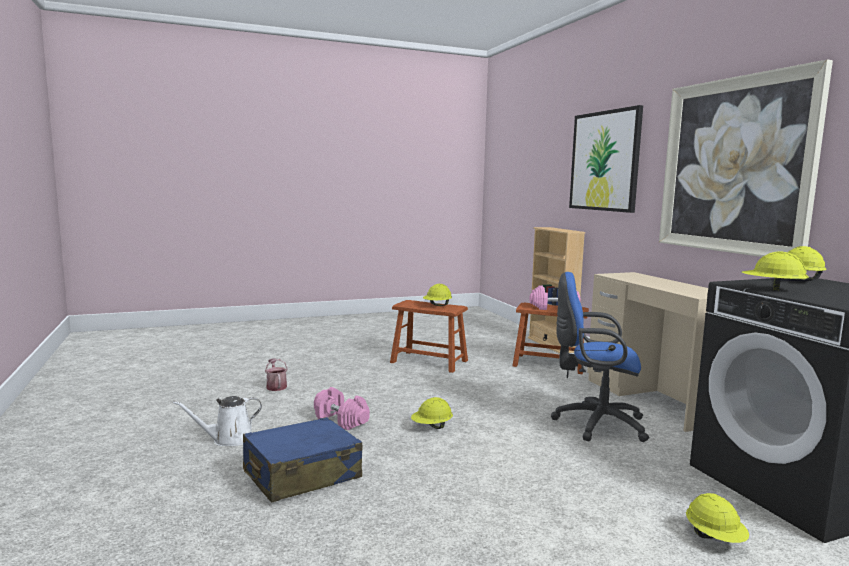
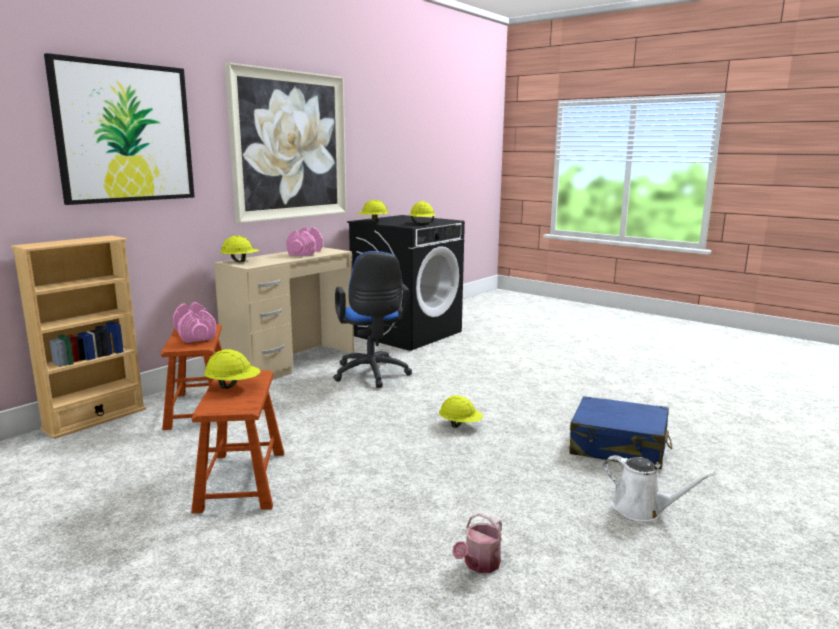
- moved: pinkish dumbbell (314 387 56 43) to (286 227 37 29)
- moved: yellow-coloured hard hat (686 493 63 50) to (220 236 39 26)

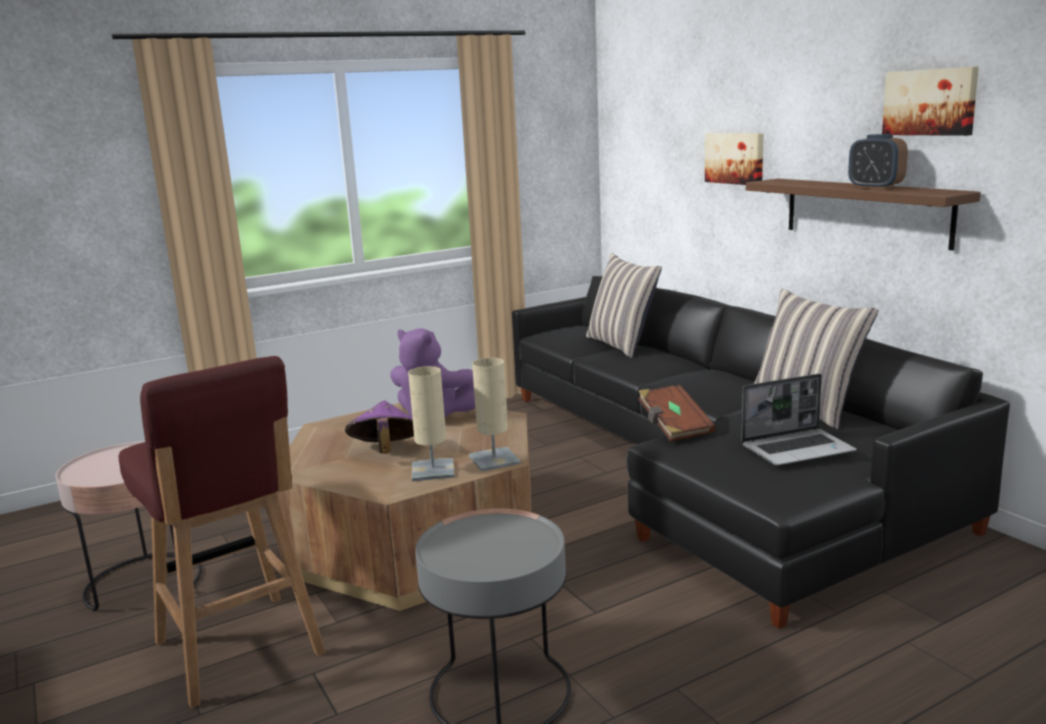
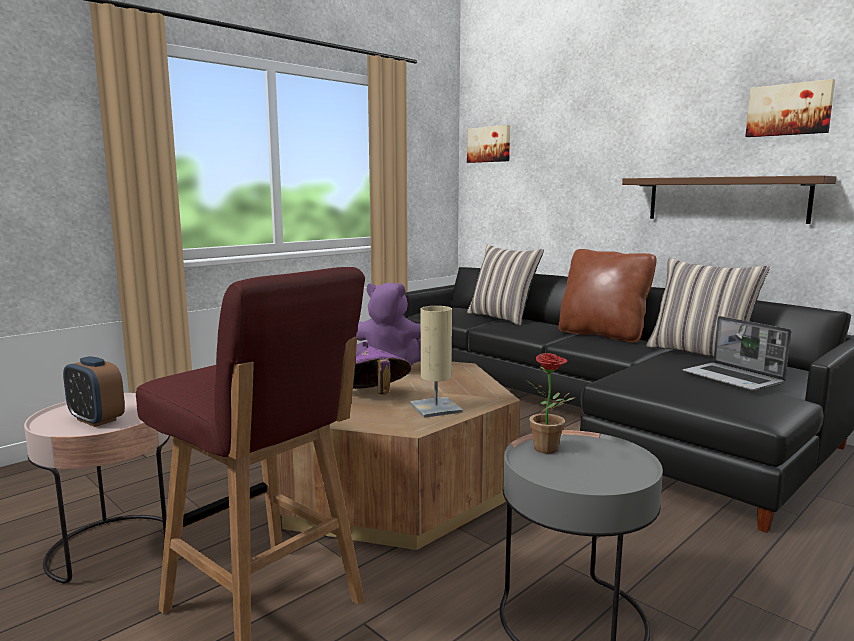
- removed: sand-coloured lamp for a table (469 358 52 113)
- removed: brown-coloured volume (638 384 78 58)
- moved: picture (705 133 59 52) to (467 125 43 38)
- turned: notebook computer (741 374 116 91) = (683 316 108 75) 90 degrees clockwise
- moved: table clock (848 134 60 56) to (63 356 62 71)
- added: potted plant (526 353 49 101)
- added: brown-coloured pillow (559 249 98 94)

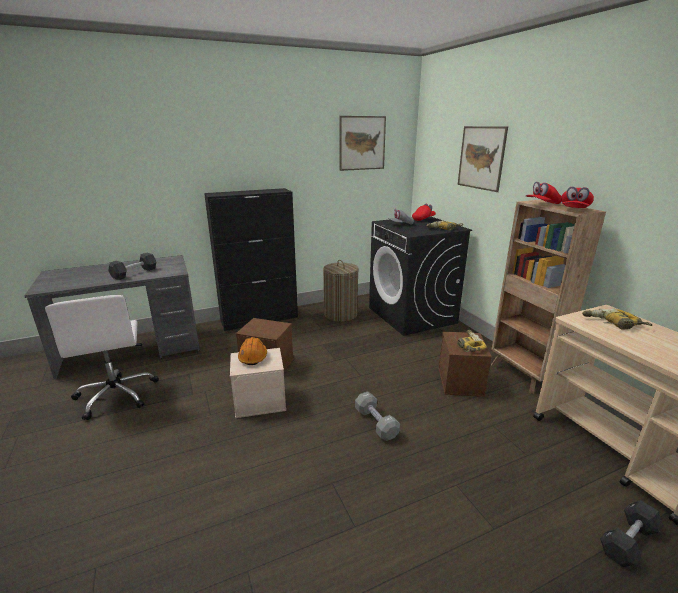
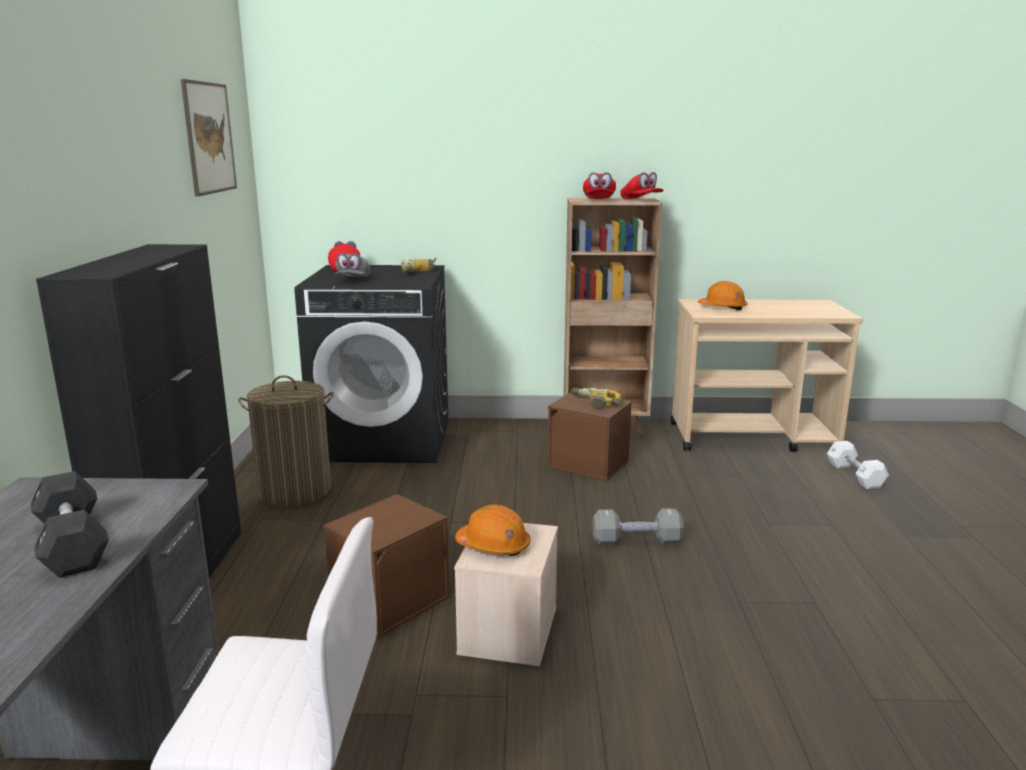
- removed: picture (458 126 50 66)
- replaced: drill (582 309 70 21) to orange hard hat (698 281 49 30)
- recoloured: blackish dumbbell (600 500 63 67) to white-coloured dumbbell (827 441 62 48)

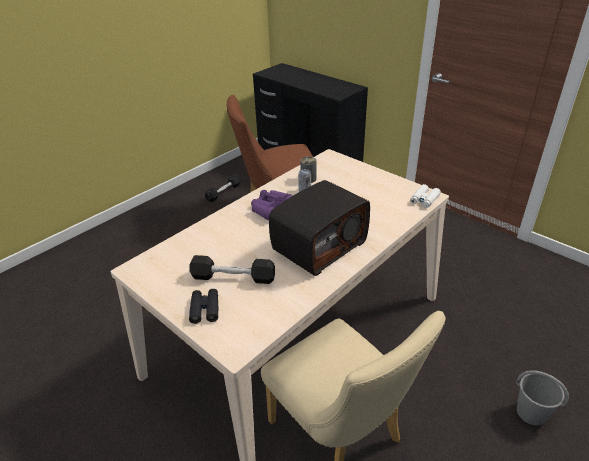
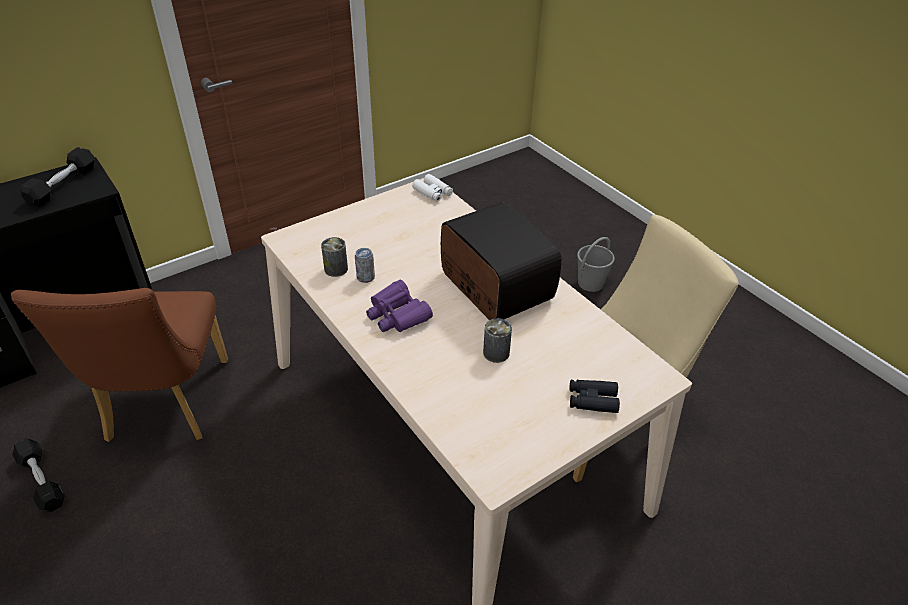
- moved: blackish dumbbell (190 255 85 29) to (21 147 74 60)
- added: sealed can (483 318 29 45)

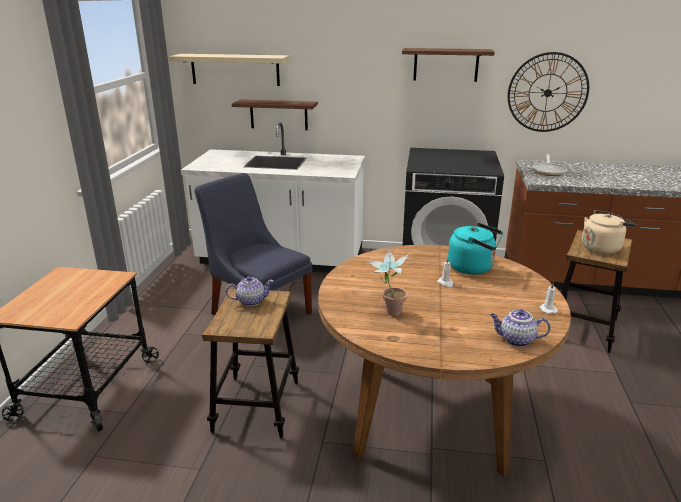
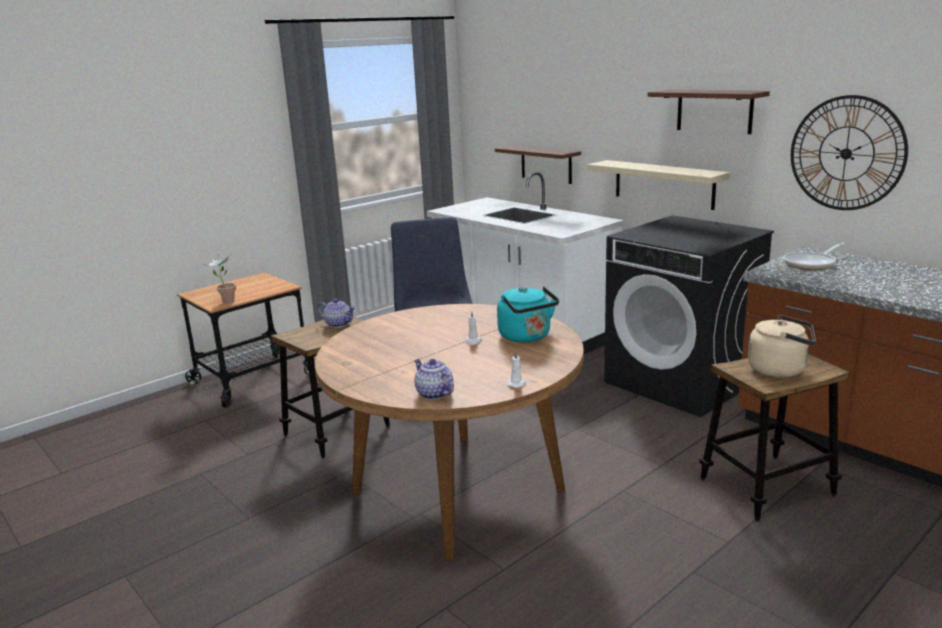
- moved: sand-coloured shelf (169 54 120 32) to (587 160 143 50)
- moved: potted plant (367 250 41 66) to (202 254 34 50)

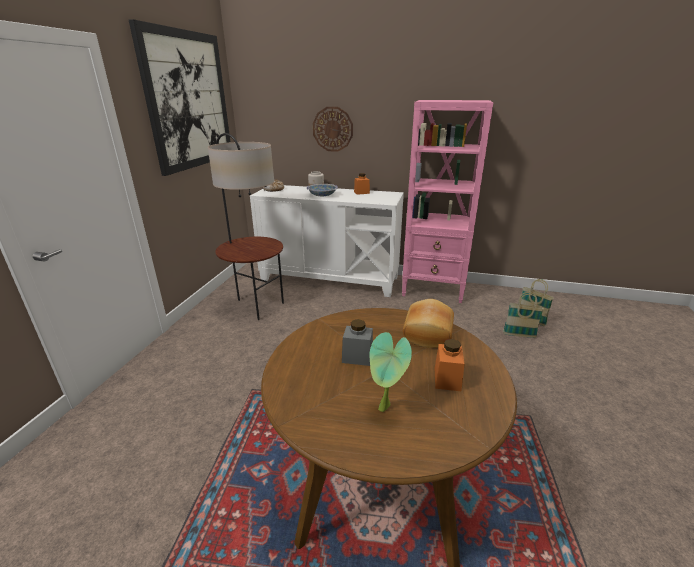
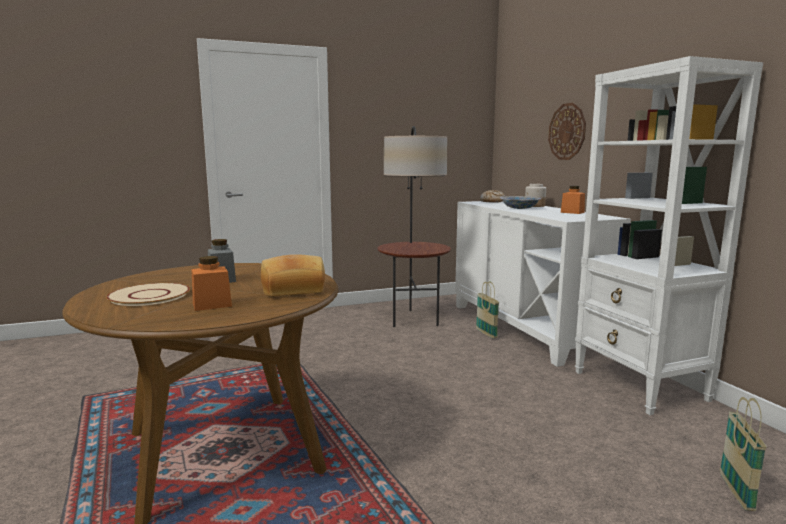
- removed: picture (129 19 101 157)
- replaced: potted plant (369 332 43 80) to sand-coloured dinner plate (106 283 84 23)
- recoloured: pinkish bookshelf (402 100 92 203) to white-coloured bookshelf (575 56 188 359)
- moved: basket (503 292 41 46) to (476 281 23 57)

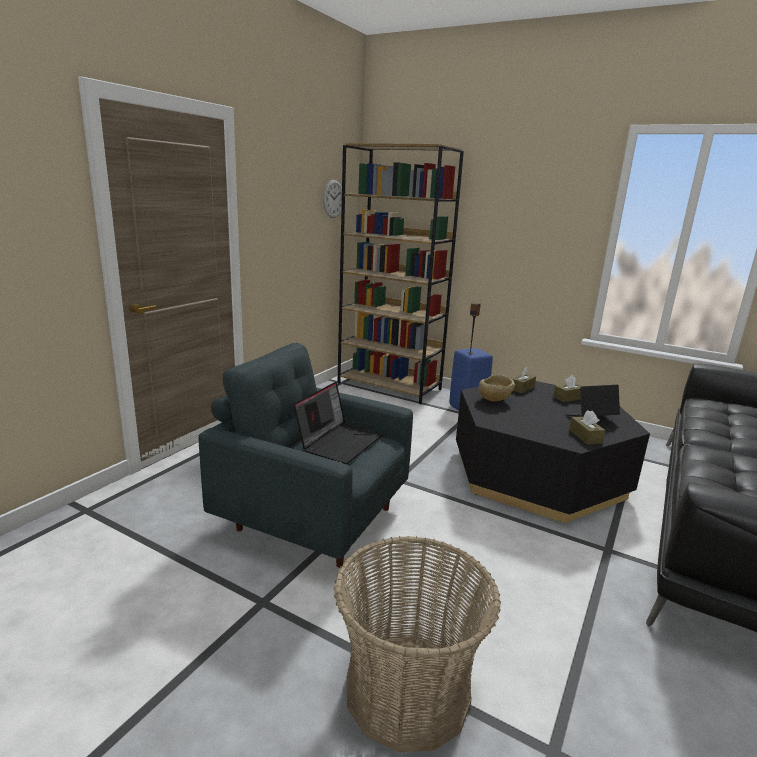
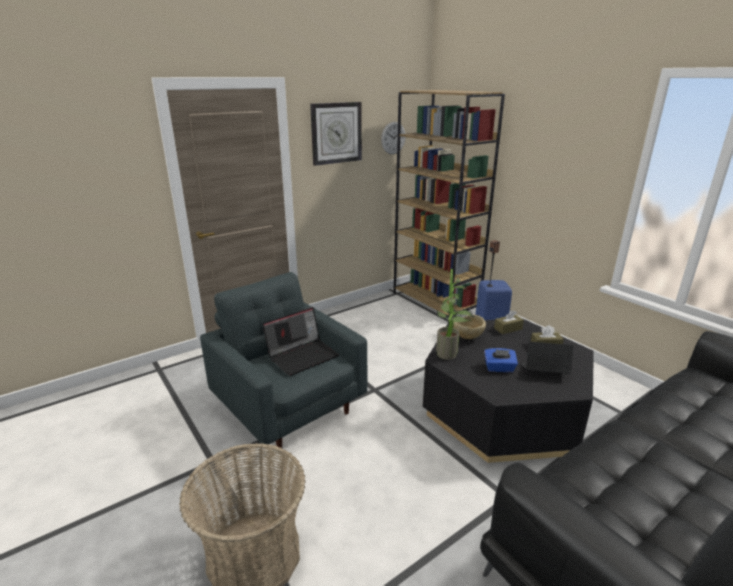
- removed: brown-coloured tissue box (569 410 36 34)
- added: wall clock (310 102 52 64)
- added: potted plant (436 269 39 91)
- added: bluish tissue box (484 348 34 24)

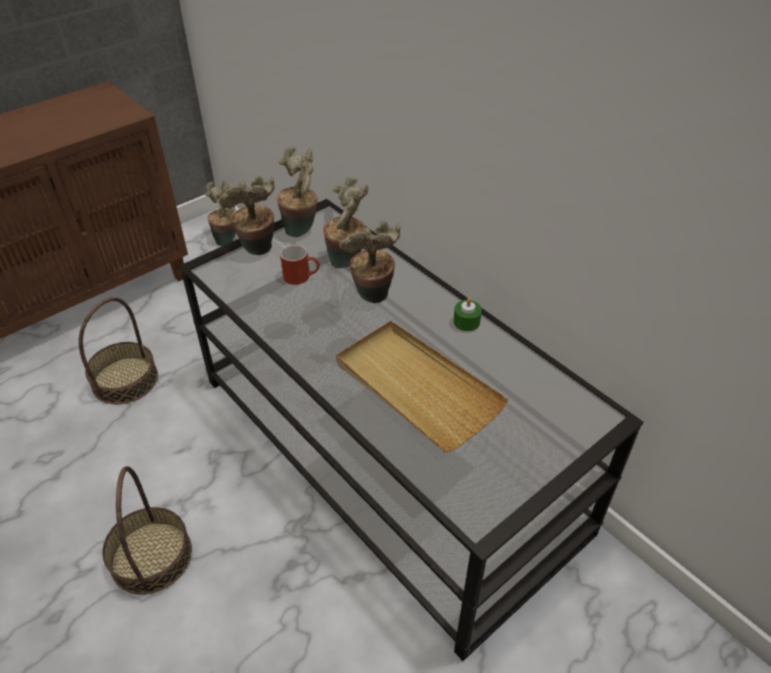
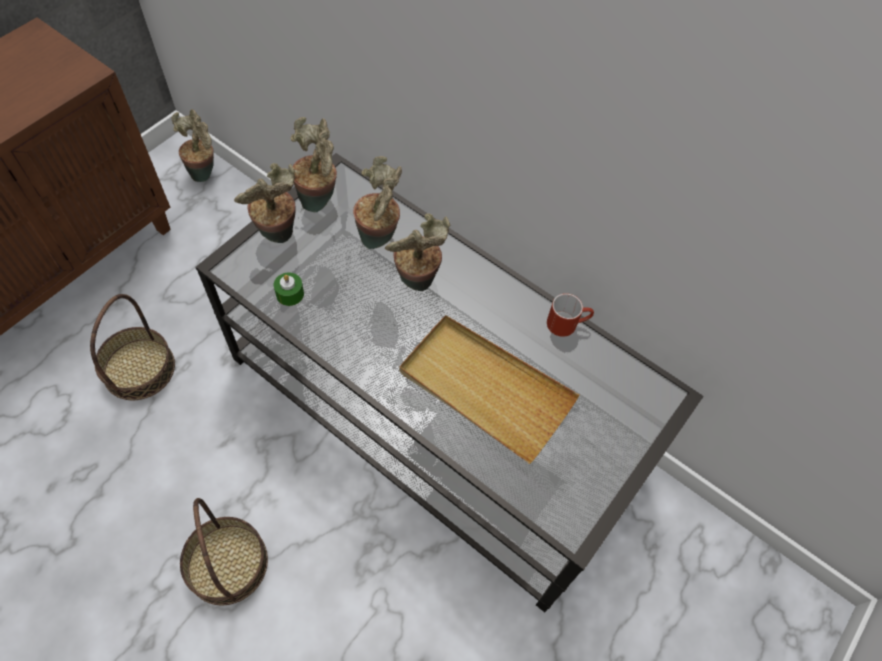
- moved: red coffee mug (280 244 40 41) to (547 293 47 44)
- moved: green wax candle (453 298 29 33) to (274 272 30 34)

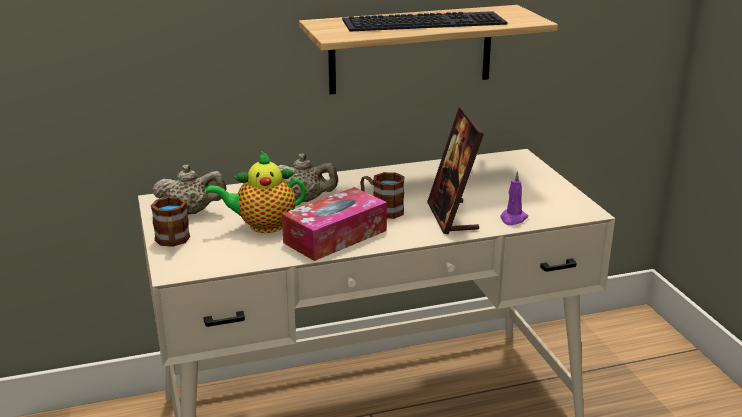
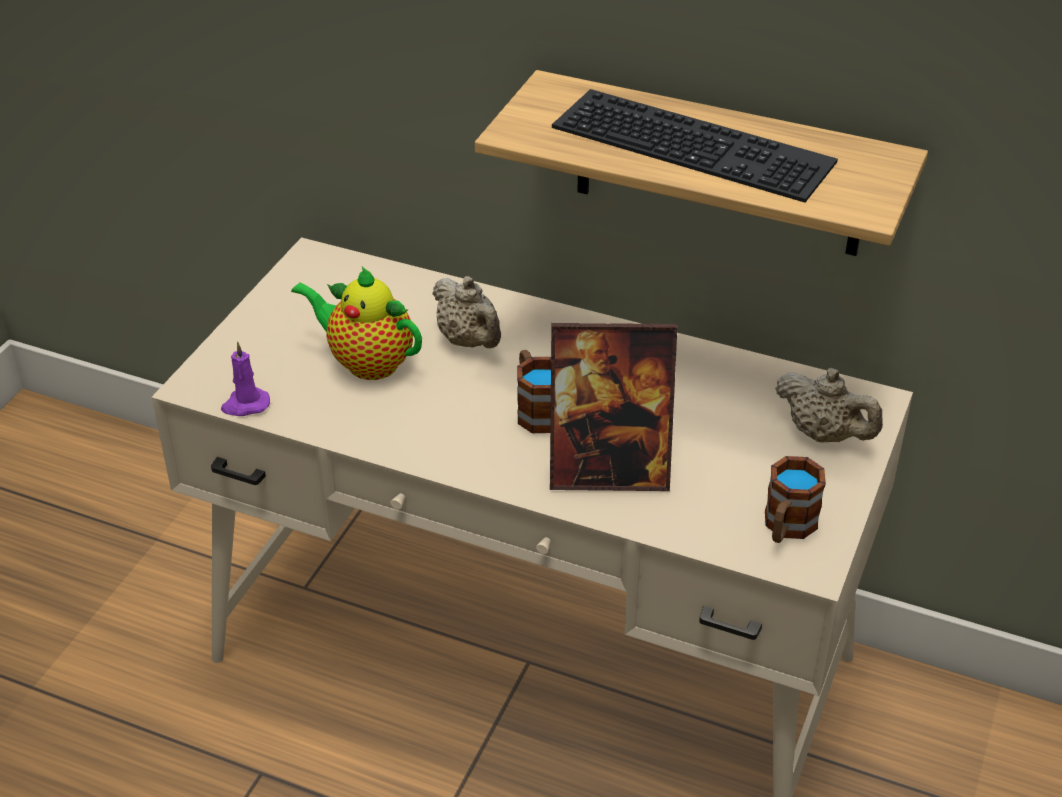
- moved: coffee mug (151 197 39 50) to (765 456 61 87)
- moved: sand-coloured teapot (153 164 74 51) to (775 368 108 75)
- removed: tissue box (282 187 105 74)
- turned: photo frame (427 107 57 128) = (550 323 127 168) 120 degrees counterclockwise
- moved: purplish wax candle (500 171 28 54) to (221 342 49 74)

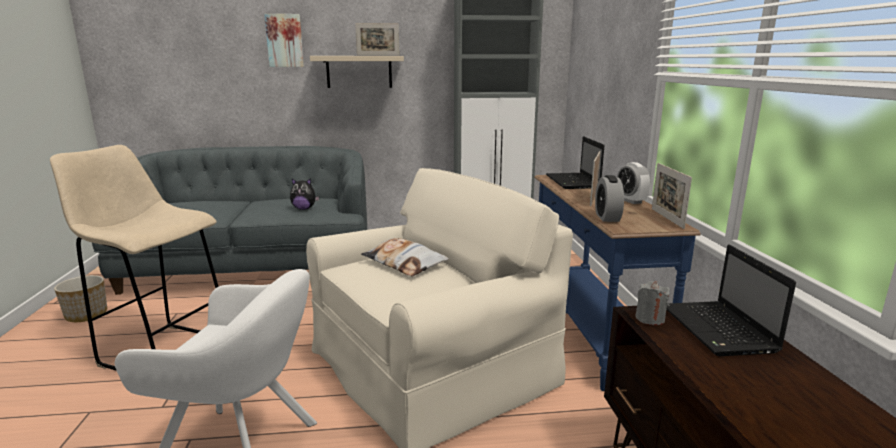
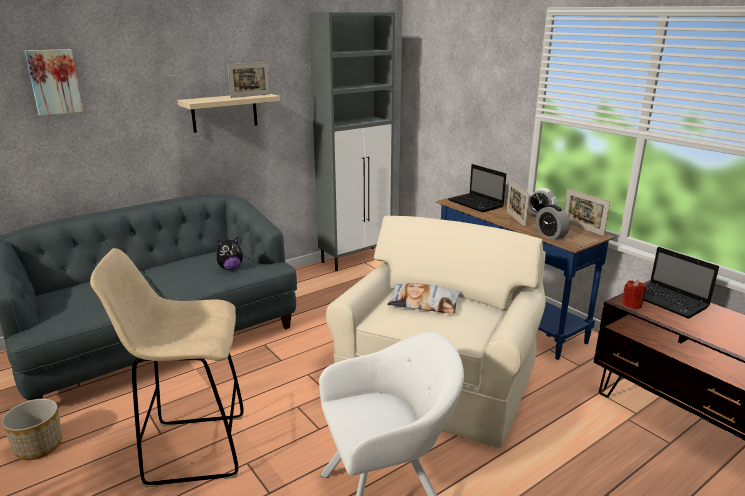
- moved: picture (264 14 40 53) to (25 49 58 67)
- recoloured: greyish wax candle (635 281 35 44) to red wax candle (622 280 25 29)

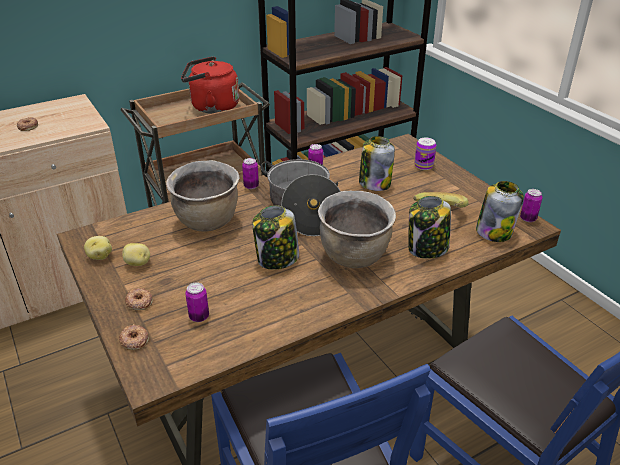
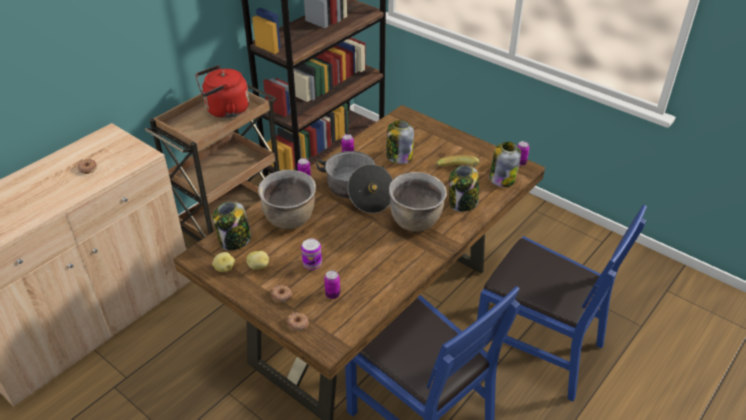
- moved: preserve jar (252 205 47 65) to (213 202 39 49)
- moved: sealed can (415 138 21 32) to (301 239 21 31)

